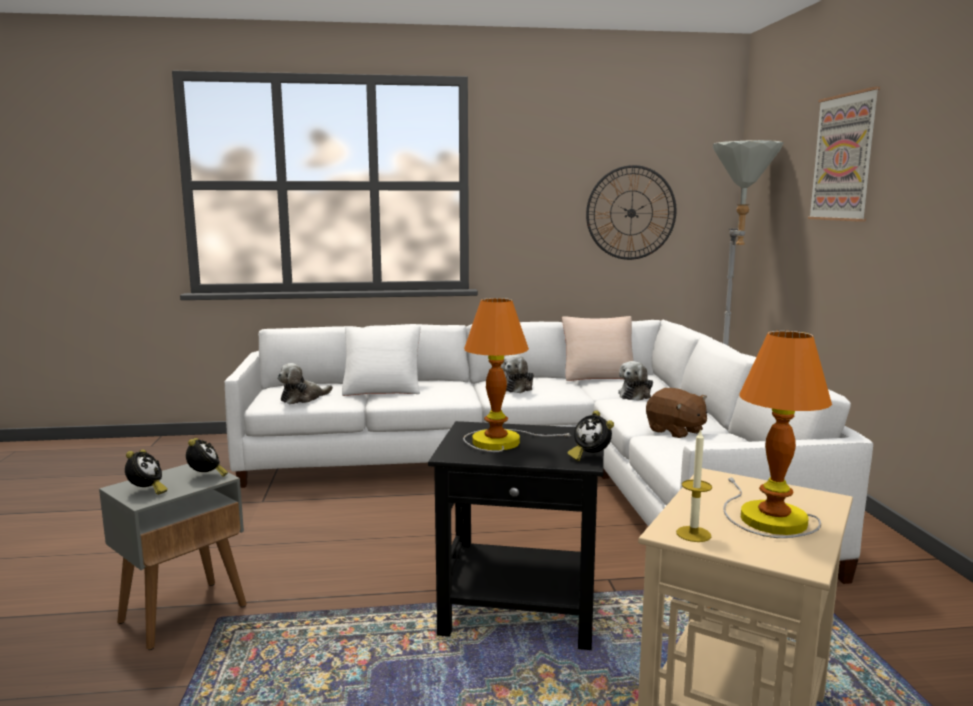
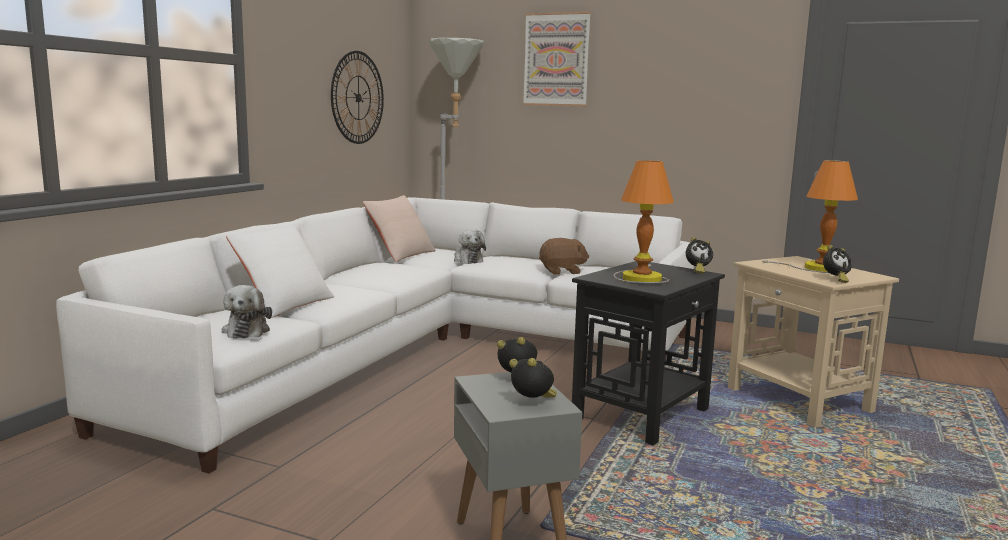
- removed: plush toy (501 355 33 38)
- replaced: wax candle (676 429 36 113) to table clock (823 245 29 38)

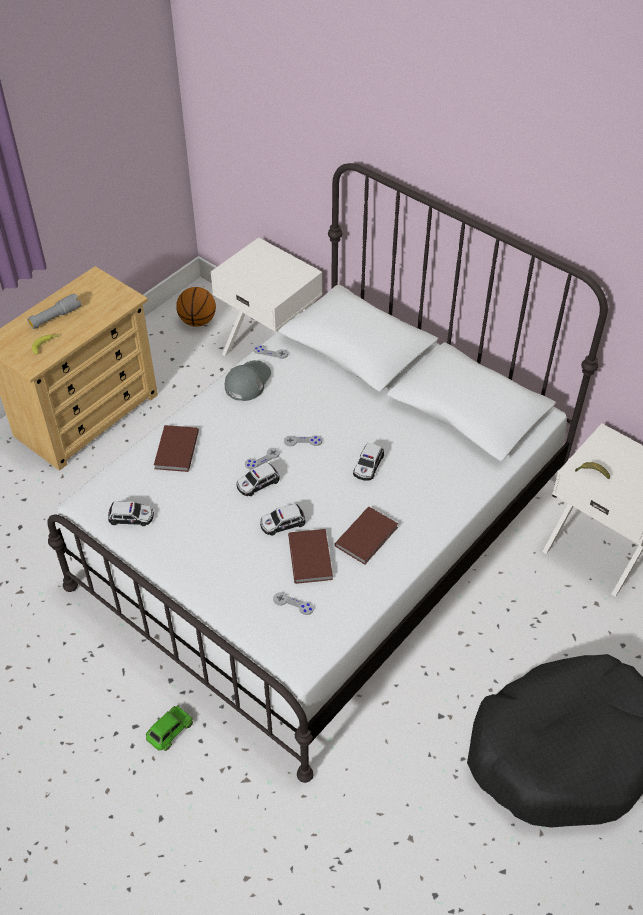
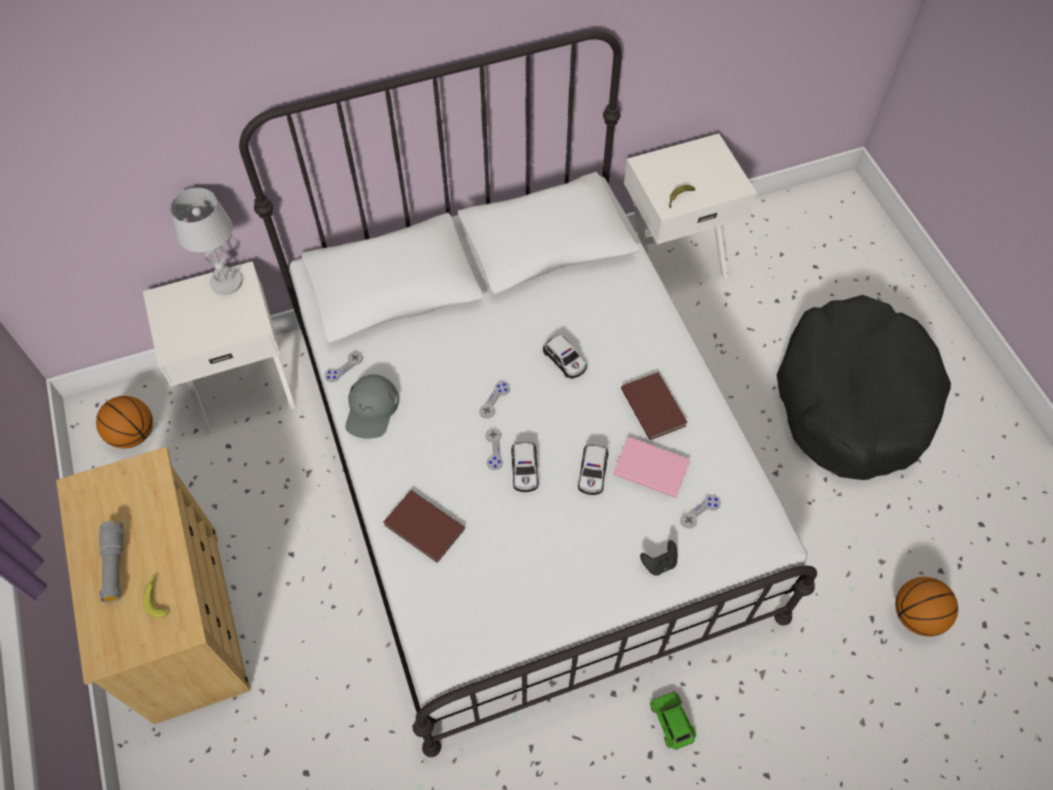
- removed: toy car (108 501 46 25)
- turned: greyish cap (225 360 46 41) = (345 374 54 65) 135 degrees counterclockwise
- recoloured: brown-coloured volume (288 529 45 55) to pinkish volume (613 437 78 61)
- added: white-coloured lamp for a table (170 188 73 107)
- added: blackish joypad (640 540 37 36)
- added: basketball ball (895 577 63 59)

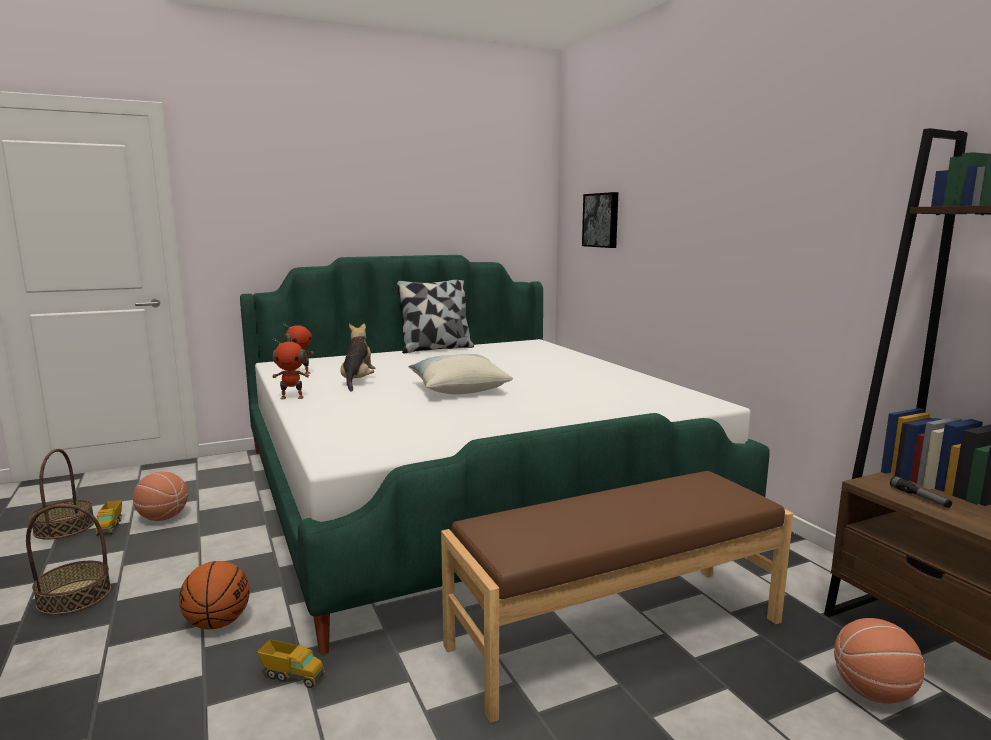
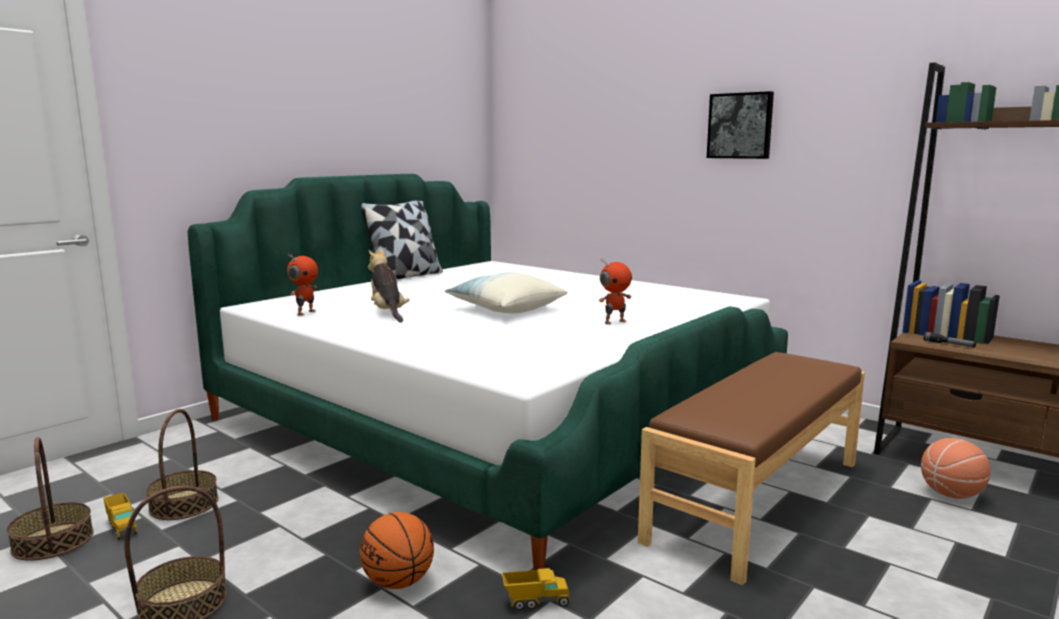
- replaced: basketball ball (133 472 55 49) to basket (146 409 72 111)
- moved: toy robot (272 337 38 62) to (599 258 33 67)
- moved: picture (582 192 36 56) to (707 91 67 68)

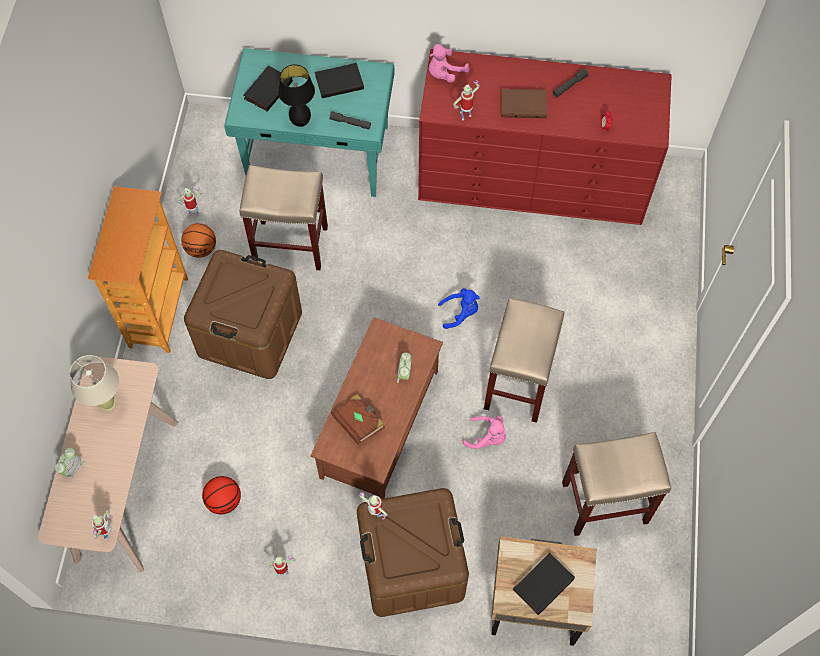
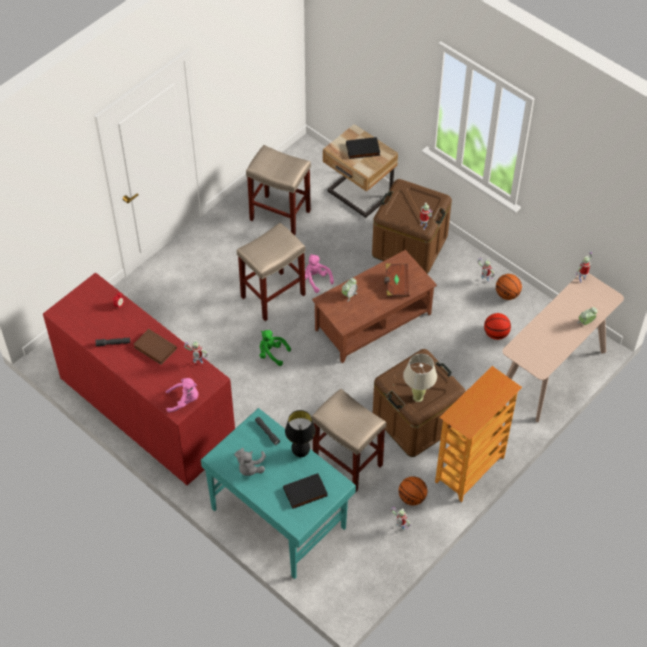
- moved: sand-coloured lamp for a table (70 355 49 57) to (403 354 34 48)
- replaced: blackish volume (315 63 49 35) to greyish plush toy (235 448 31 28)
- recoloured: bluish plush toy (438 288 42 41) to green plush toy (259 330 32 36)
- added: basketball ball (496 274 26 26)

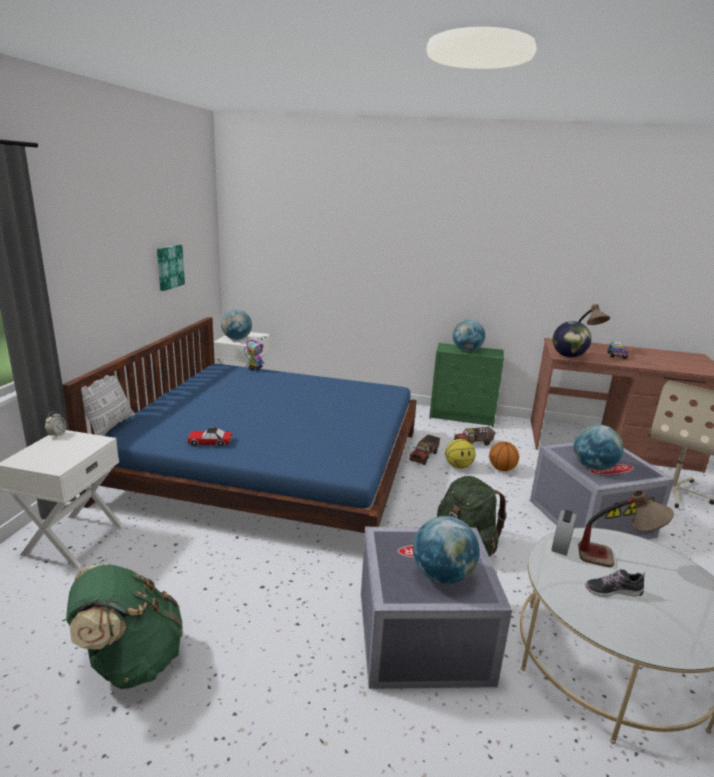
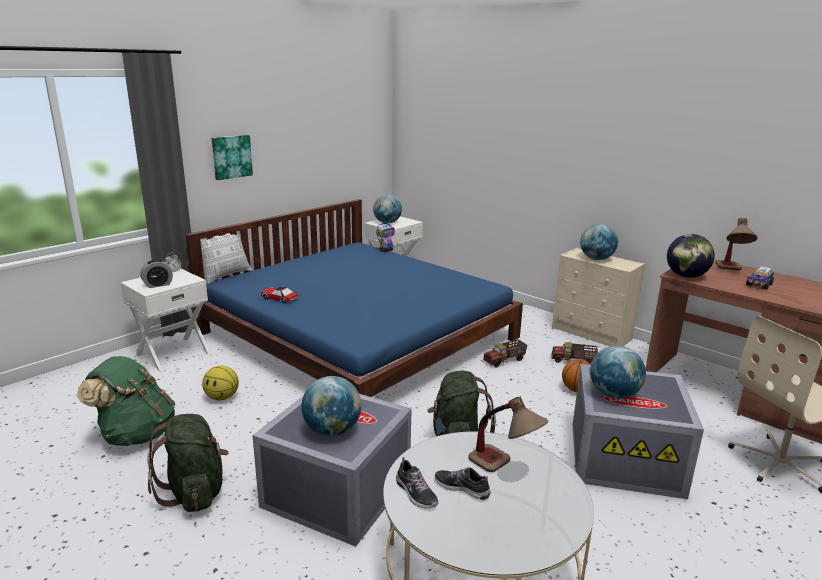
- moved: picture (157 245 28 46) to (212 135 41 45)
- recoloured: green drawer chest (429 343 75 84) to sand-coloured drawer chest (552 248 93 98)
- moved: basketball ball (445 439 30 30) to (202 365 37 35)
- moved: table clock (551 510 26 46) to (141 259 32 29)
- added: green rucksack (147 414 82 98)
- added: item of footwear (396 457 43 51)

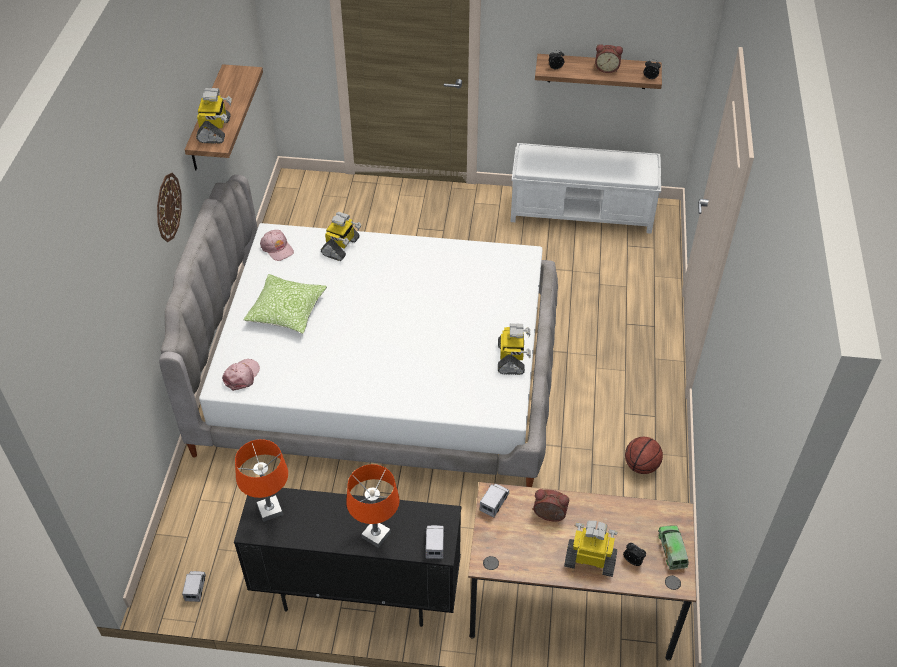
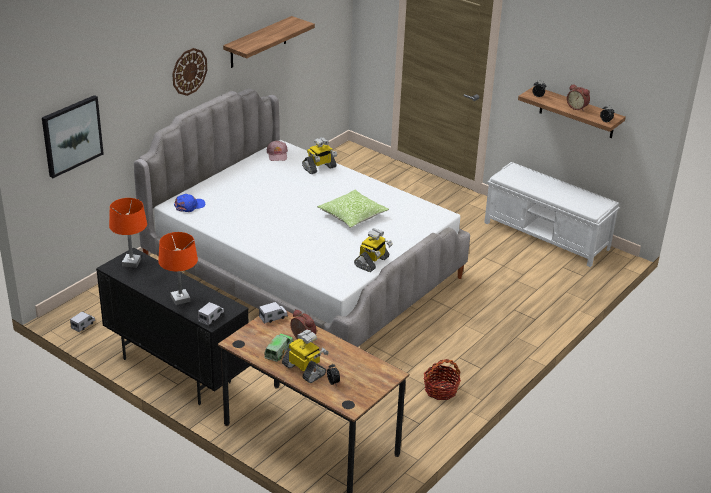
- removed: toy robot (196 88 36 56)
- recoloured: pinkish cap (222 359 38 32) to bluish cap (174 194 31 18)
- moved: pillow (243 274 84 60) to (317 189 72 39)
- replaced: basketball ball (625 437 38 37) to basket (424 359 37 41)
- moved: toy truck (658 525 31 45) to (264 334 29 28)
- added: picture (42 95 62 83)

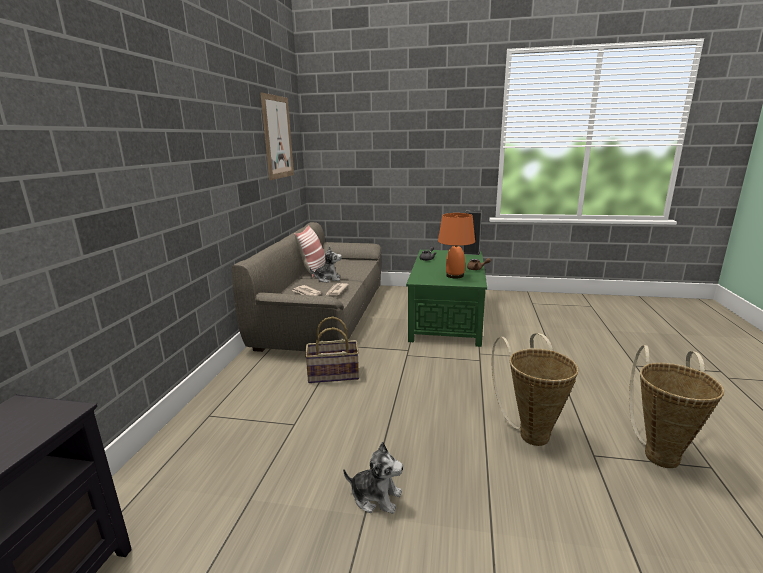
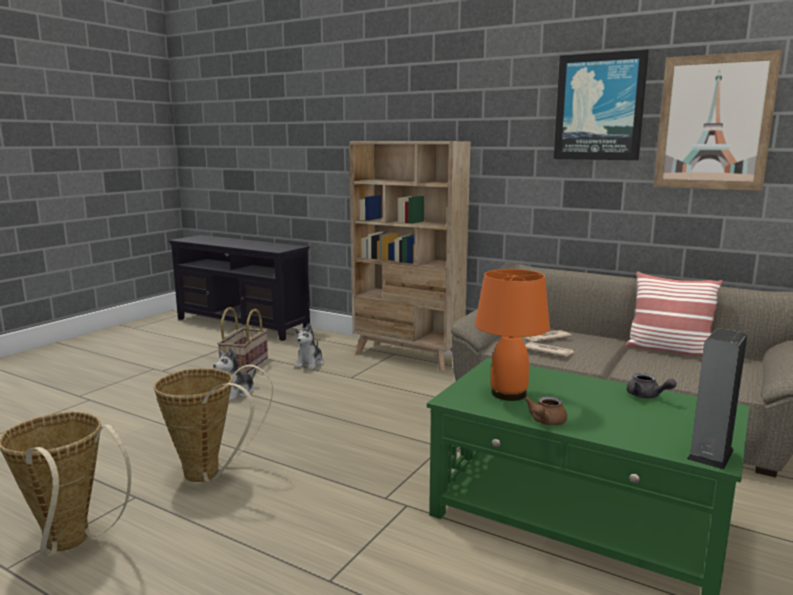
- moved: basket (305 317 54 66) to (217 307 51 66)
- moved: plush toy (310 246 32 36) to (293 323 31 47)
- added: sand-coloured bookshelf (349 141 122 231)
- added: picture (554 50 95 110)

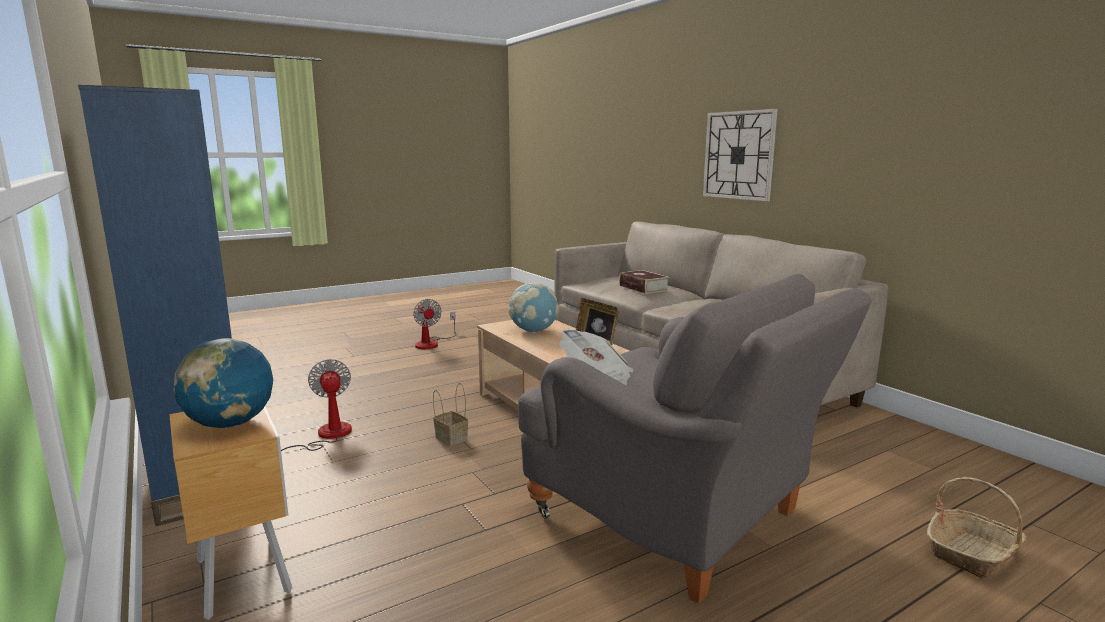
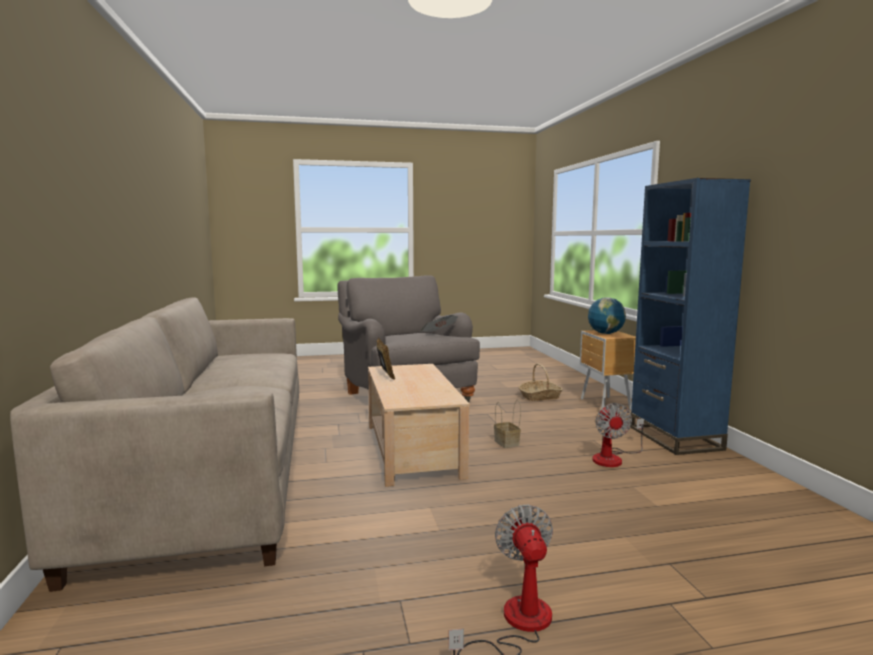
- removed: desk globe (508 282 51 51)
- removed: volume (619 270 51 24)
- removed: wall clock (703 109 75 92)
- moved: basket (927 477 99 102) to (518 363 45 38)

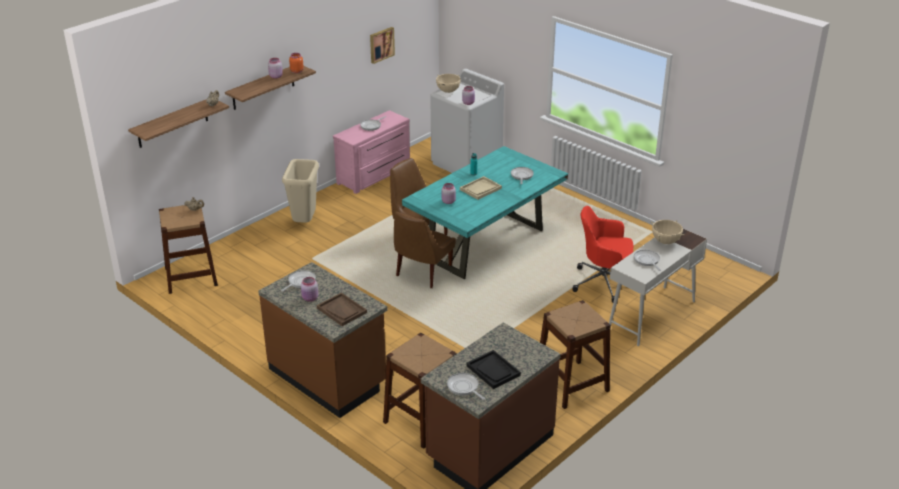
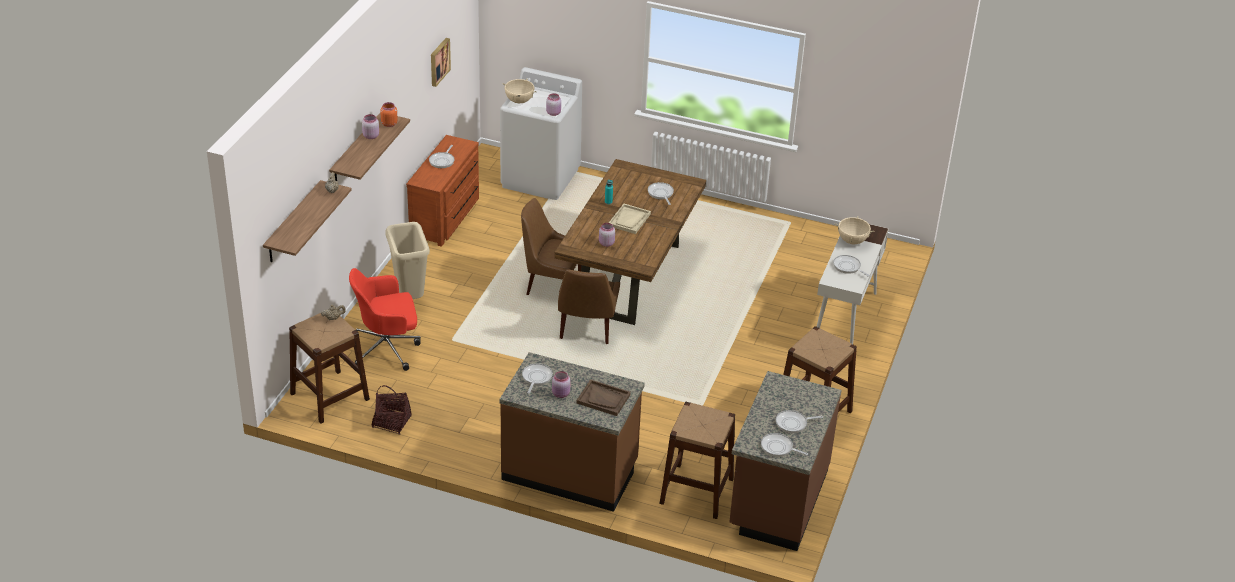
- recoloured: pinkish drawer chest (333 110 77 84) to brown-coloured drawer chest (406 135 73 112)
- recoloured: blue-green dinner table (402 146 166 133) to brown-coloured dinner table (555 159 151 166)
- replaced: blackish serving tray (467 350 54 39) to pan (776 410 47 23)
- moved: red computer chair (572 206 61 96) to (349 268 72 103)
- added: basket (372 385 40 49)

